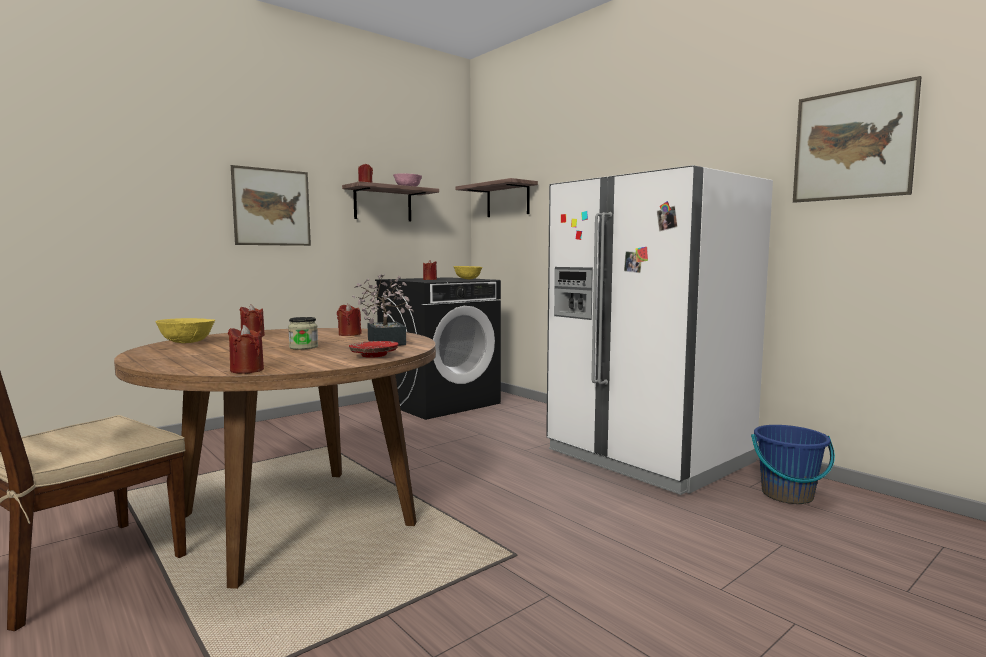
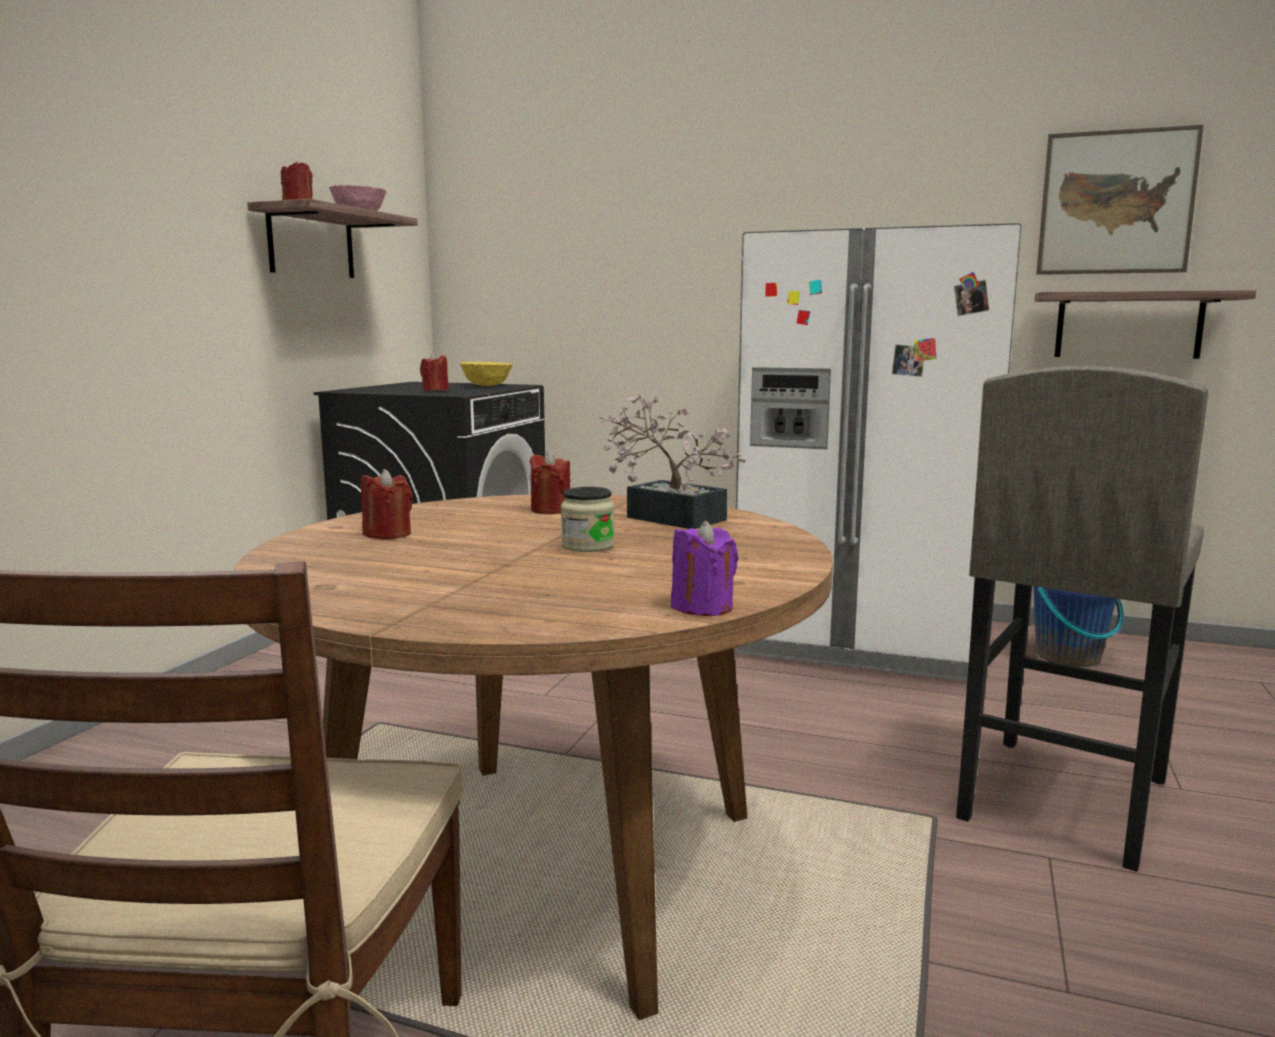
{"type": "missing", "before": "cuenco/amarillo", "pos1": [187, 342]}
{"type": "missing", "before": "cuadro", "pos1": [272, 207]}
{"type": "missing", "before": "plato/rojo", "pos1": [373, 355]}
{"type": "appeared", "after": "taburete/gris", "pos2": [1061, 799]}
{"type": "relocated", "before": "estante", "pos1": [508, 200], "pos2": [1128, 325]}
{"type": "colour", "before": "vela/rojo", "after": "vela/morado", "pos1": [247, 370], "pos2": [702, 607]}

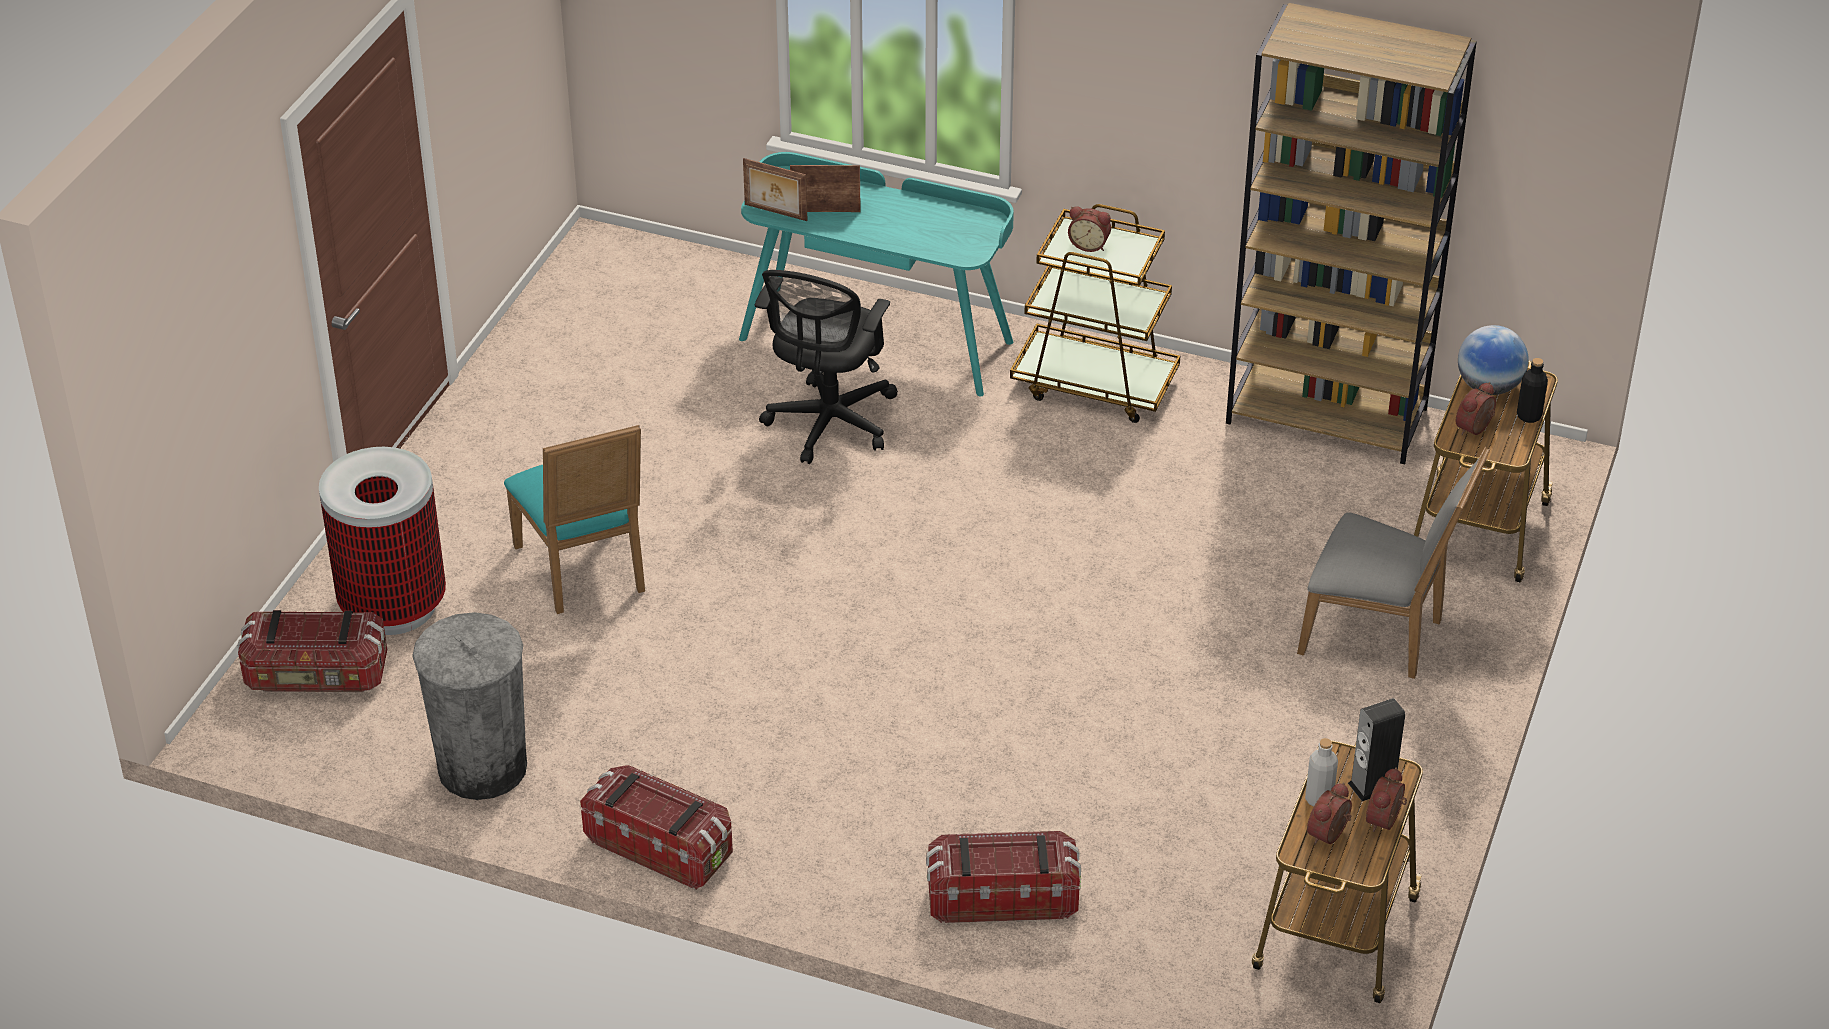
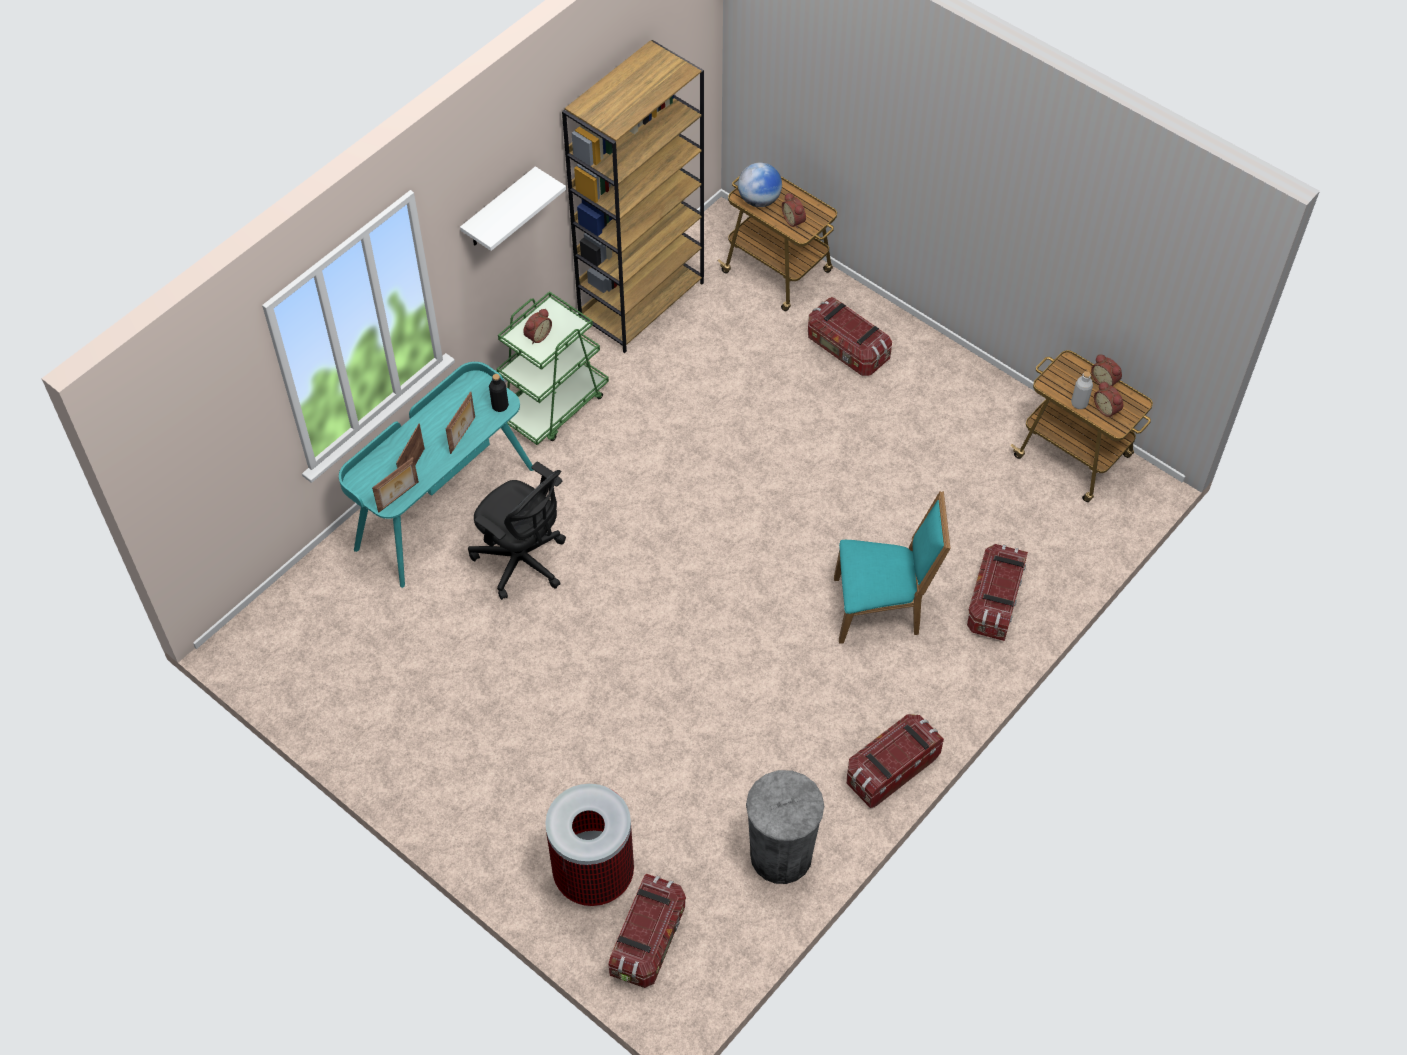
{"type": "missing", "before": "altavoz", "pos1": [1372, 786]}
{"type": "appeared", "after": "portarretratos", "pos2": [463, 435]}
{"type": "appeared", "after": "estante/blanco", "pos2": [499, 209]}
{"type": "relocated", "before": "silla/turquesa", "pos1": [586, 572], "pos2": [882, 608]}
{"type": "relocated", "before": "botella/negro", "pos1": [1529, 416], "pos2": [500, 406]}
{"type": "exchanged", "before": "silla/gris", "after": "caja de almacenaje", "pos1": [1379, 635], "pos2": [847, 350]}
{"type": "colour", "before": "carrito/marrón", "after": "carrito/verde", "pos1": [1095, 385], "pos2": [553, 405]}

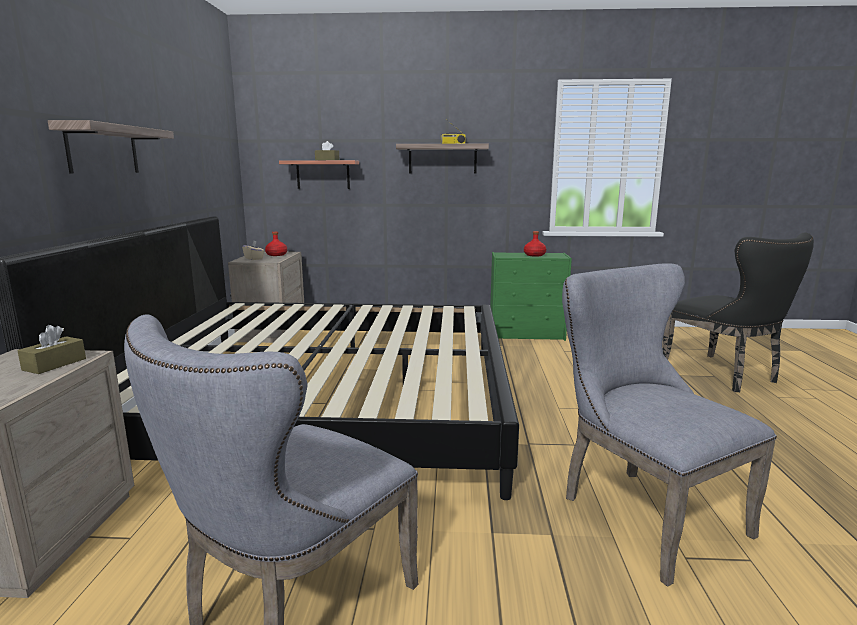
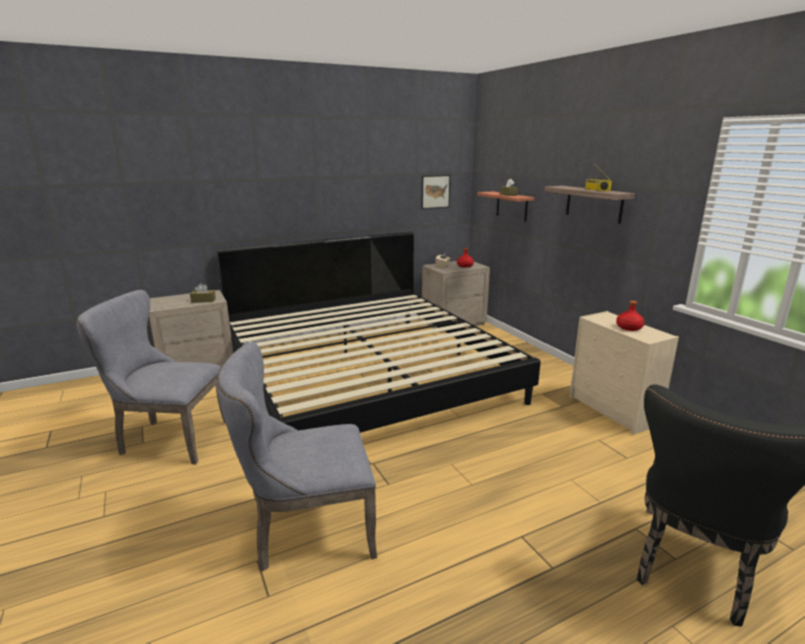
{"type": "missing", "before": "estante", "pos1": [103, 150]}
{"type": "appeared", "after": "cuadro", "pos2": [435, 191]}
{"type": "colour", "before": "cómoda/verde", "after": "cómoda/beis", "pos1": [527, 335], "pos2": [614, 411]}
{"type": "spun", "before": "silla/gris", "pos1": [641, 512], "pos2": [306, 532], "turn": -135}

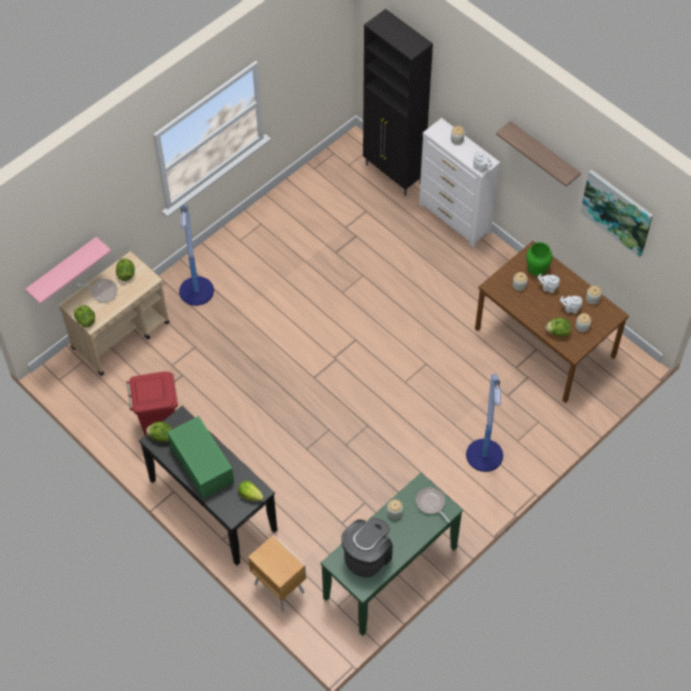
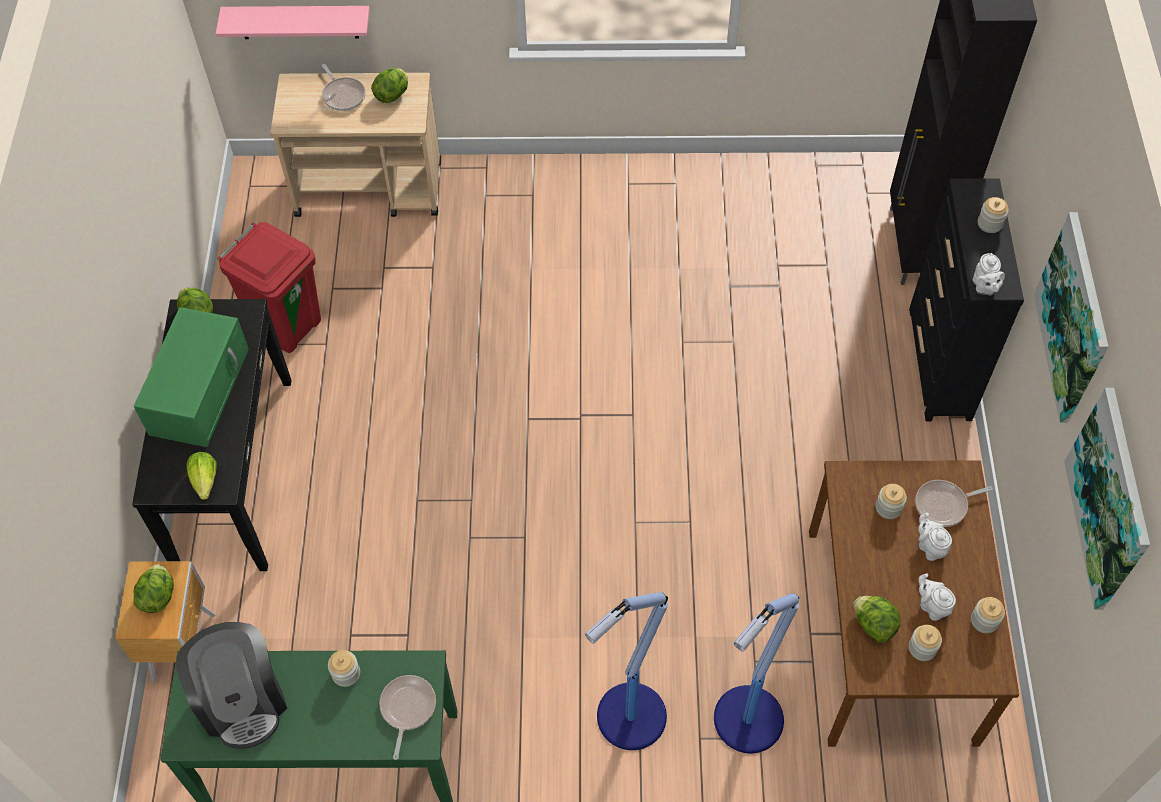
{"type": "relocated", "before": "lechuga", "pos1": [85, 320], "pos2": [158, 596]}
{"type": "relocated", "before": "lámpara de pie", "pos1": [196, 292], "pos2": [746, 722]}
{"type": "exchanged", "before": "estante", "after": "cuadro", "pos1": [544, 154], "pos2": [1073, 318]}
{"type": "exchanged", "before": "florero/verde", "after": "sartén", "pos1": [537, 268], "pos2": [944, 505]}
{"type": "colour", "before": "cómoda/blanco", "after": "cómoda/negro", "pos1": [455, 219], "pos2": [939, 364]}
{"type": "spun", "before": "cafetera", "pos1": [367, 555], "pos2": [243, 699], "turn": 75}

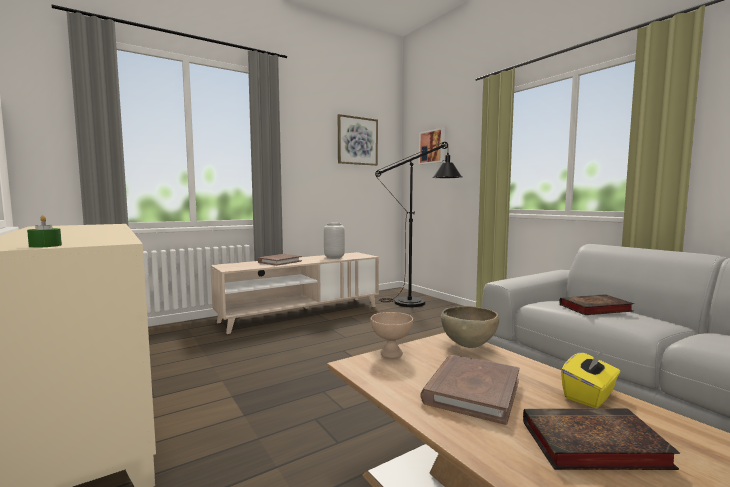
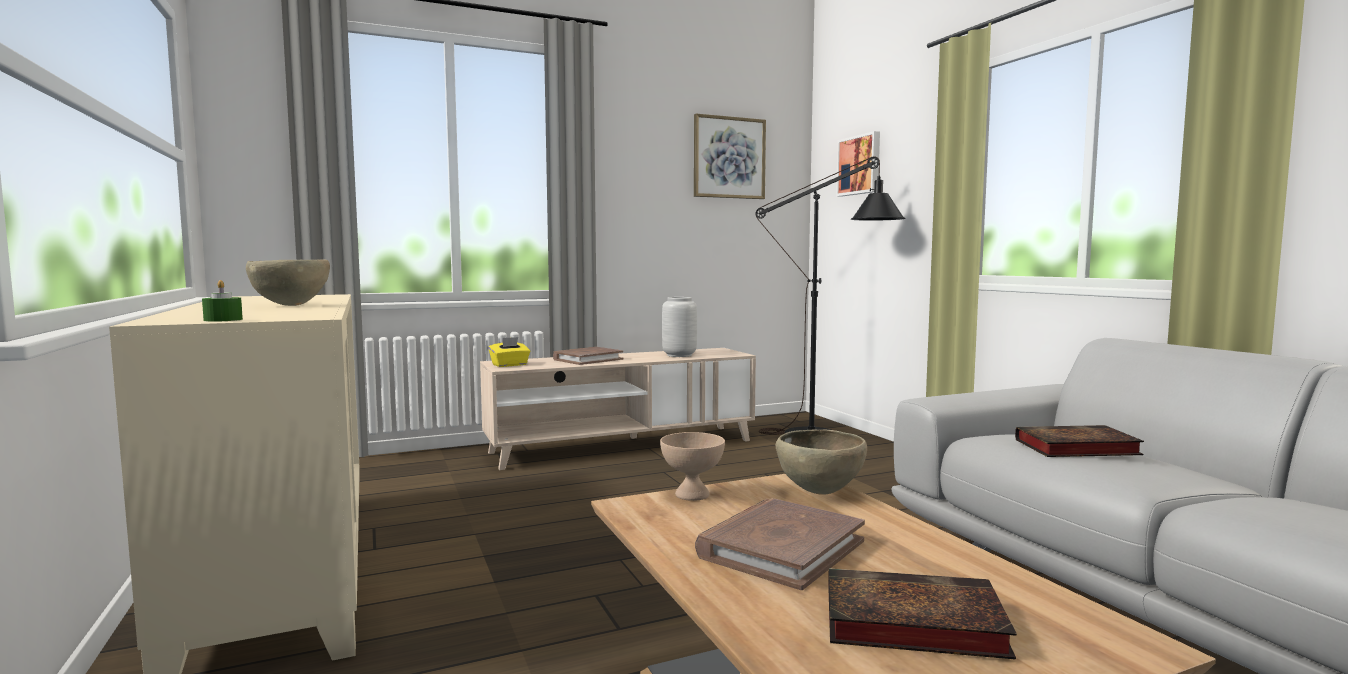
{"type": "appeared", "after": "cuenco/marrón", "pos2": [291, 305]}
{"type": "relocated", "before": "caja de pañuelos/amarillo", "pos1": [589, 396], "pos2": [510, 365]}

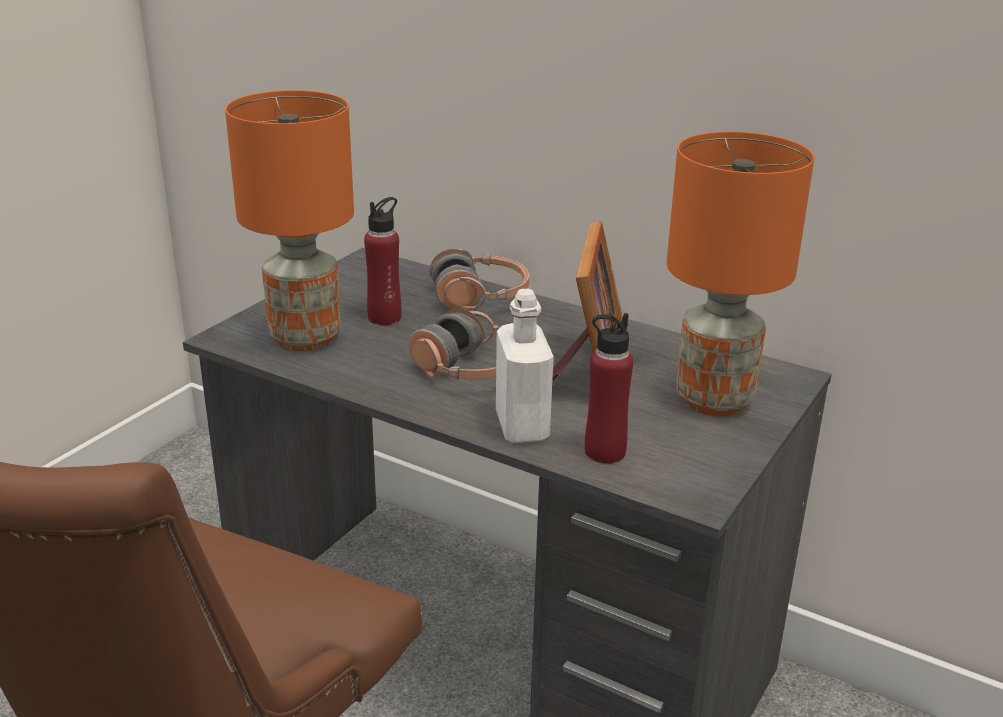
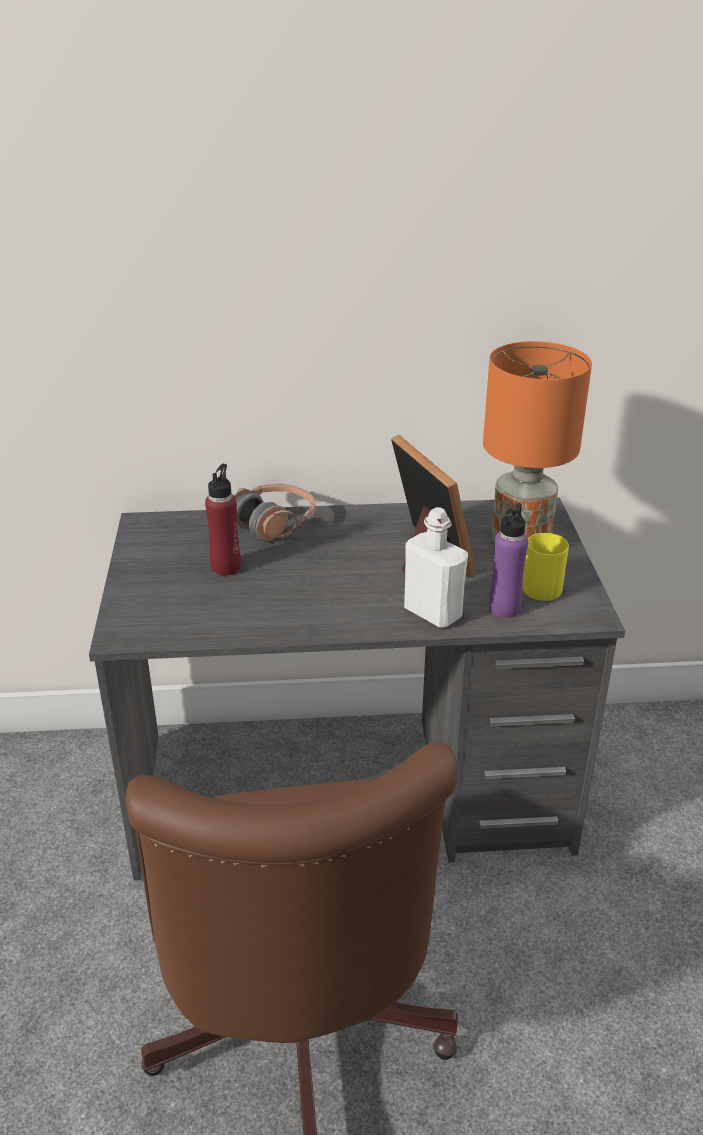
{"type": "missing", "before": "lámpara de mesa/naranja", "pos1": [304, 338]}
{"type": "missing", "before": "auriculares", "pos1": [469, 369]}
{"type": "appeared", "after": "taza grande/amarillo", "pos2": [545, 586]}
{"type": "colour", "before": "botella/rojo", "after": "botella/morado", "pos1": [604, 452], "pos2": [504, 608]}

